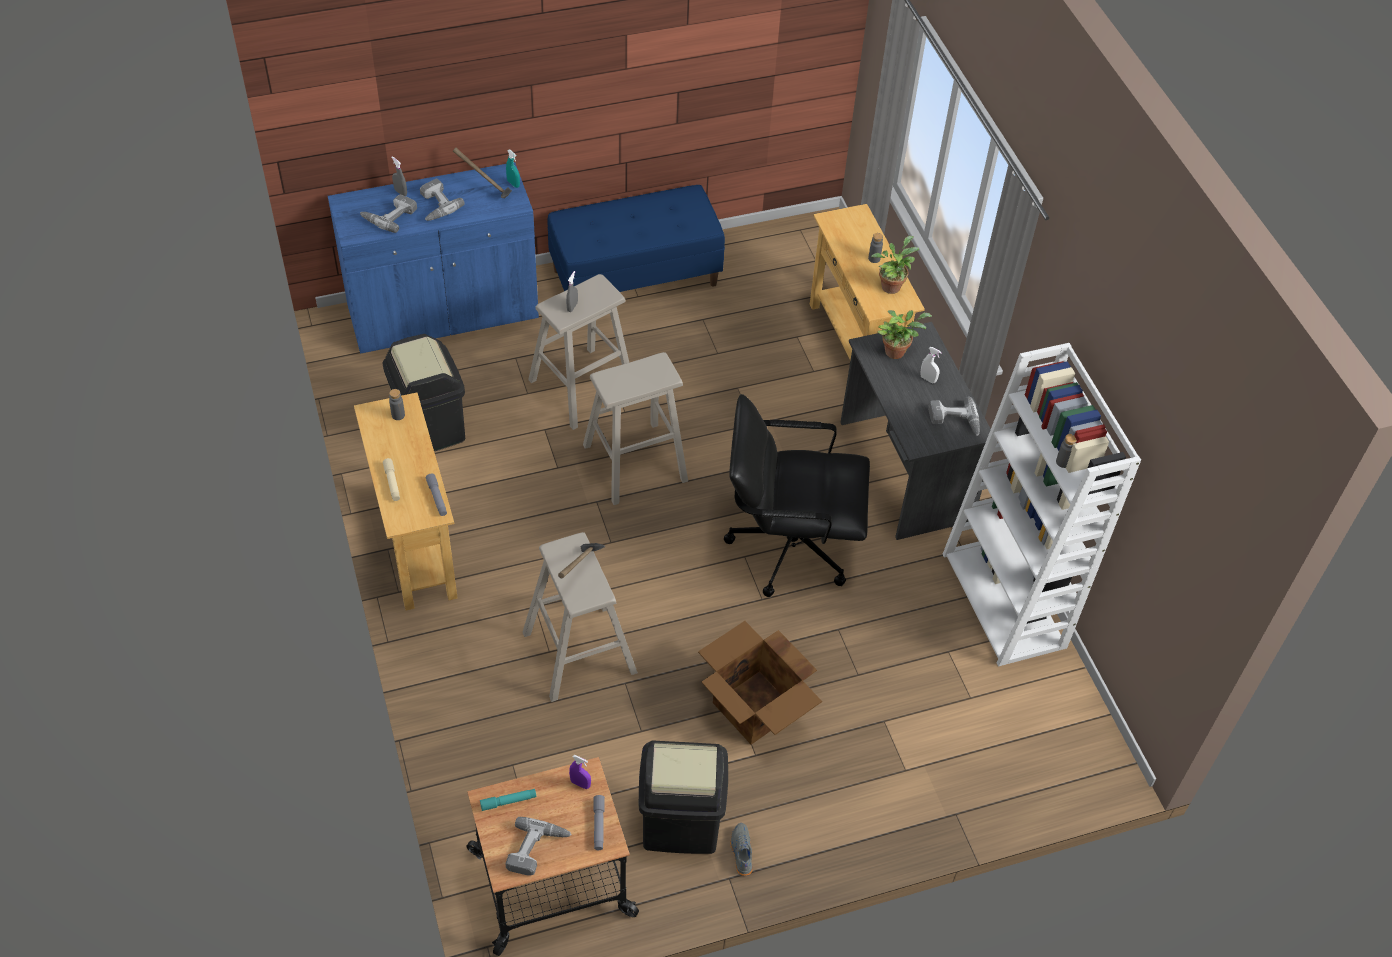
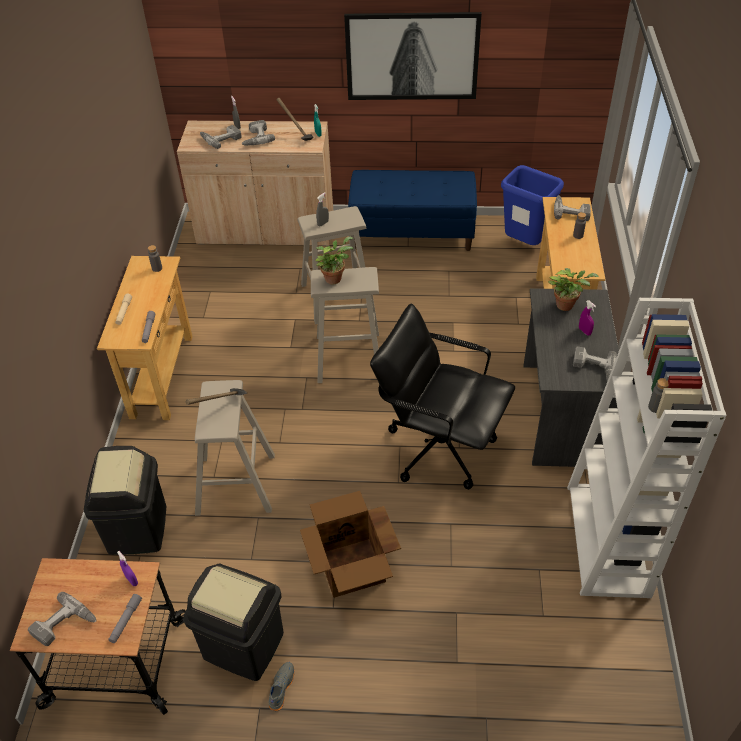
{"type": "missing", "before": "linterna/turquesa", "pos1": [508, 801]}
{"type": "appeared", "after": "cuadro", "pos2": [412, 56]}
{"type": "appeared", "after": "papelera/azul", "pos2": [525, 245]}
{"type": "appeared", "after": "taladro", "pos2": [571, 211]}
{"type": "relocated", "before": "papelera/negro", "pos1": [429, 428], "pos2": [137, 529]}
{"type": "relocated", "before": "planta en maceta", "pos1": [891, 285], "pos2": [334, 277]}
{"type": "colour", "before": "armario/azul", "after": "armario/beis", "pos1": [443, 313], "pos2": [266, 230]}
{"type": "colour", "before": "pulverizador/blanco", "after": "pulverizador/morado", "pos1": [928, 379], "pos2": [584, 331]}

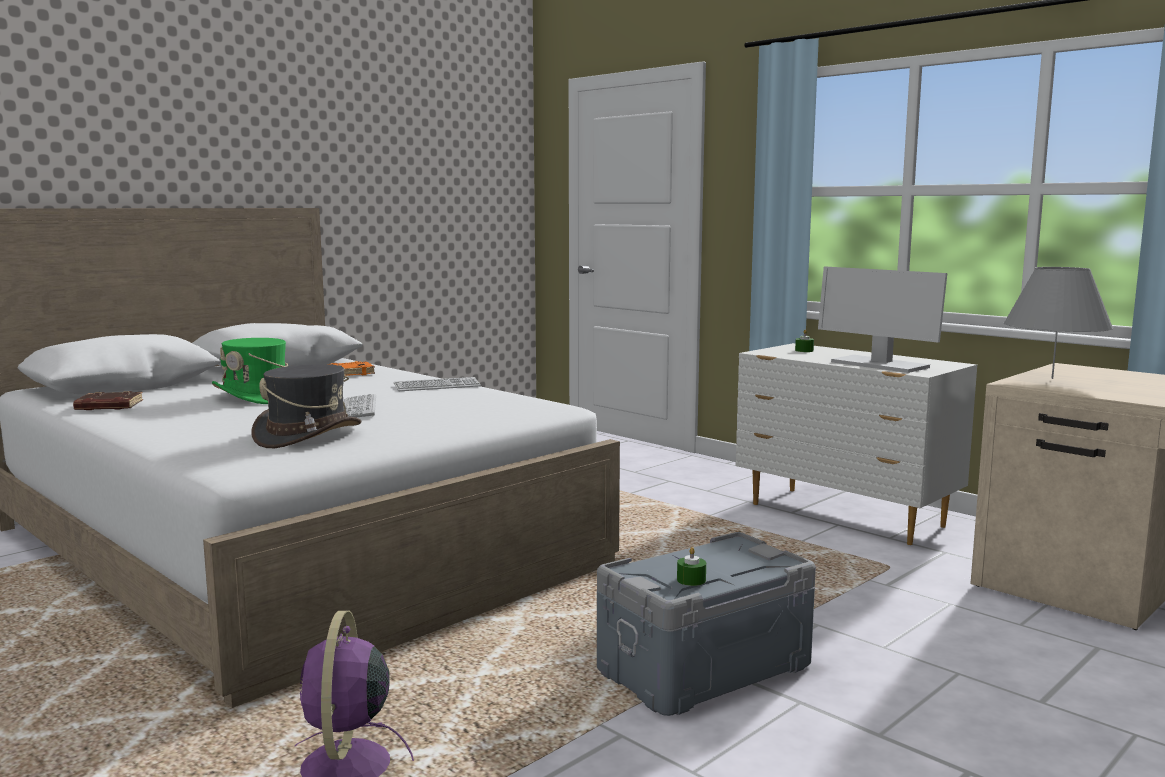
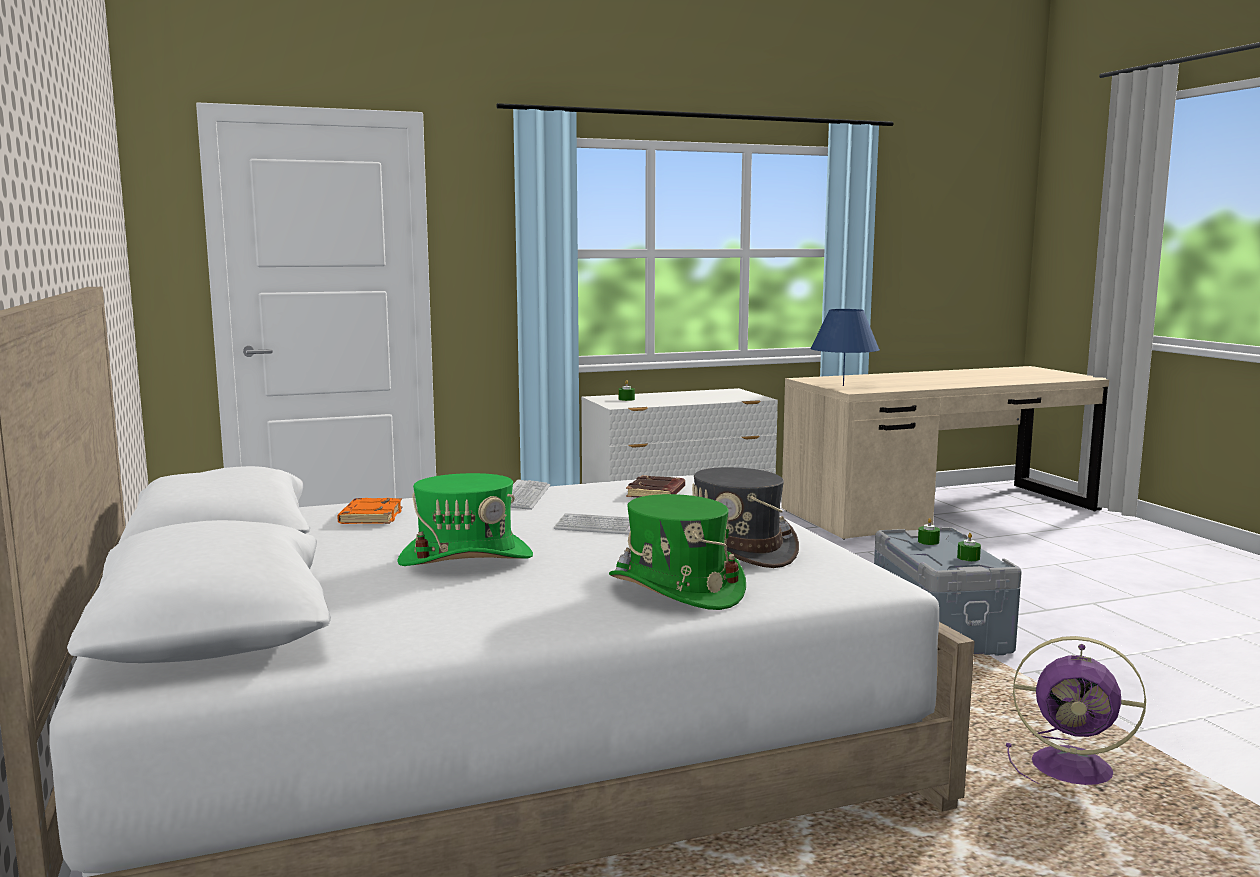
{"type": "missing", "before": "monitor", "pos1": [878, 365]}
{"type": "appeared", "after": "sombrero/verde", "pos2": [676, 589]}
{"type": "appeared", "after": "vela/verde", "pos2": [928, 542]}
{"type": "relocated", "before": "libro/marrón", "pos1": [108, 406], "pos2": [656, 493]}
{"type": "colour", "before": "lámpara de mesa/gris", "after": "lámpara de mesa/azul", "pos1": [1052, 378], "pos2": [843, 386]}

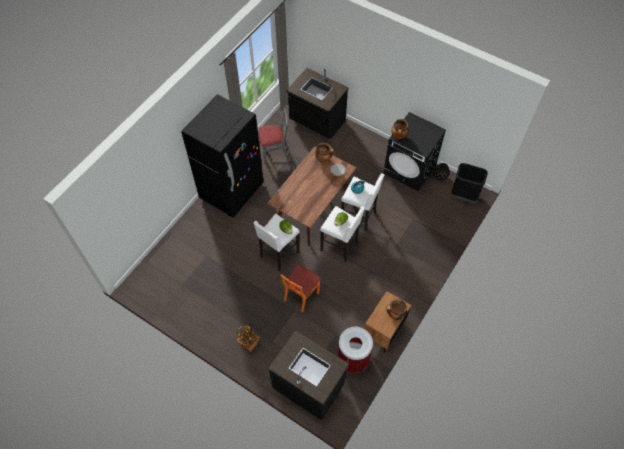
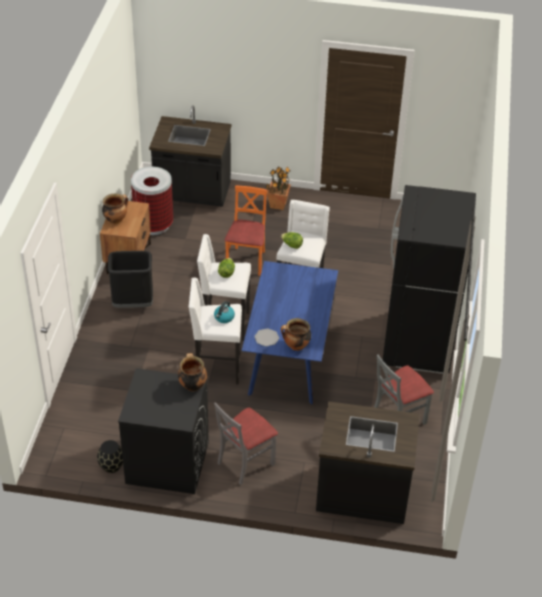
{"type": "appeared", "after": "silla/gris", "pos2": [245, 462]}
{"type": "relocated", "before": "papelera/negro", "pos1": [464, 195], "pos2": [133, 304]}
{"type": "colour", "before": "mesa de comedor/marrón", "after": "mesa de comedor/azul", "pos1": [312, 209], "pos2": [290, 357]}

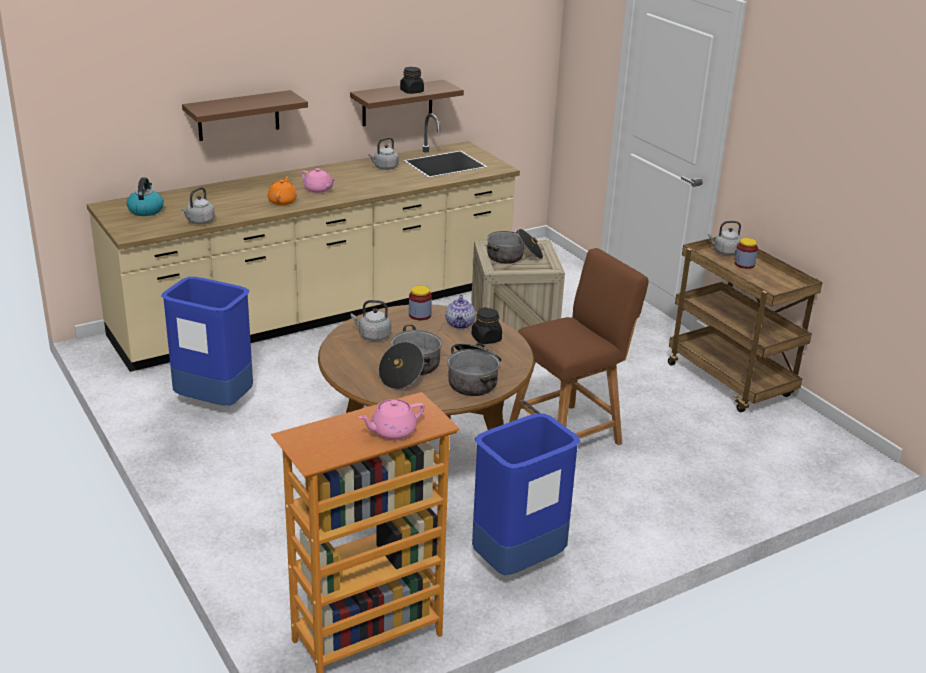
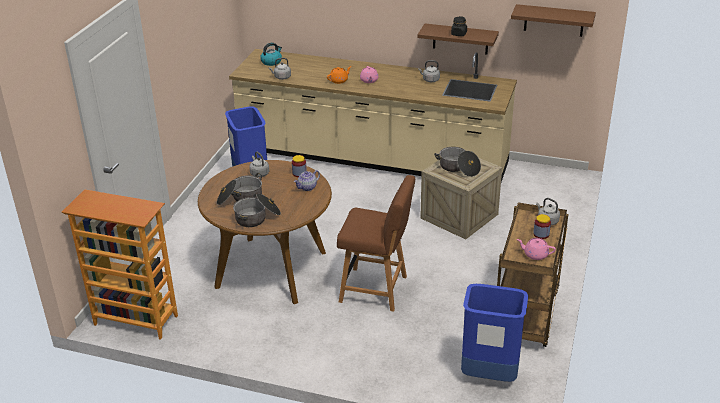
{"type": "missing", "before": "tarro/negro", "pos1": [486, 339]}
{"type": "relocated", "before": "estante/marrón", "pos1": [238, 115], "pos2": [554, 20]}
{"type": "relocated", "before": "tetera/rosa", "pos1": [392, 431], "pos2": [535, 254]}
{"type": "relocated", "before": "papelera/azul", "pos1": [518, 563], "pos2": [489, 375]}

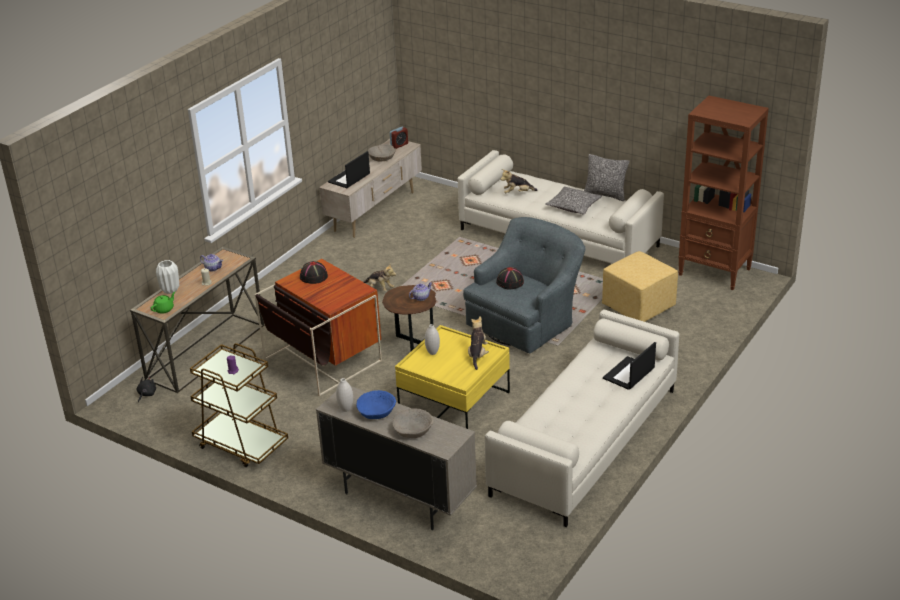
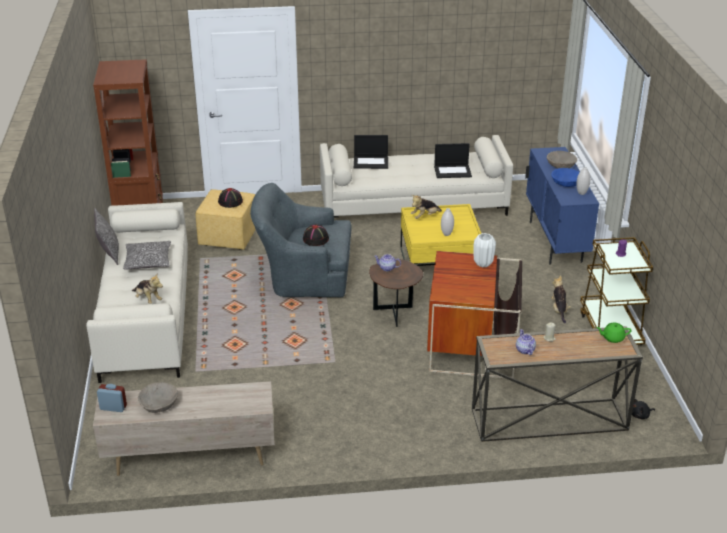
{"type": "relocated", "before": "florero/blanco", "pos1": [170, 290], "pos2": [483, 263]}
{"type": "relocated", "before": "sombrero/negro", "pos1": [313, 276], "pos2": [230, 202]}
{"type": "relocated", "before": "portátil", "pos1": [349, 178], "pos2": [453, 171]}
{"type": "relocated", "before": "peluche", "pos1": [380, 288], "pos2": [559, 310]}
{"type": "colour", "before": "armario/beis", "after": "armario/azul", "pos1": [399, 499], "pos2": [555, 242]}

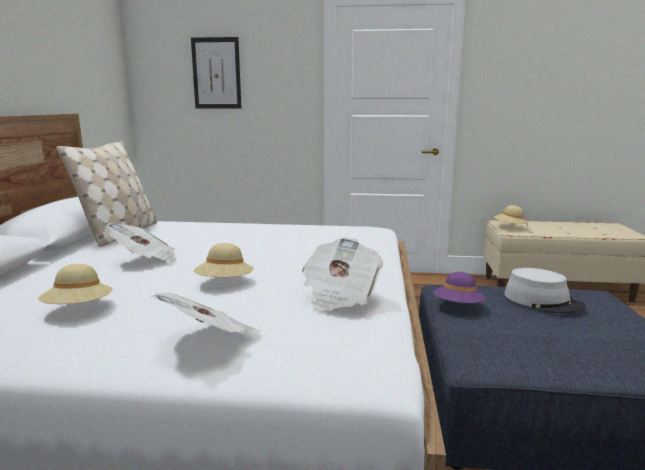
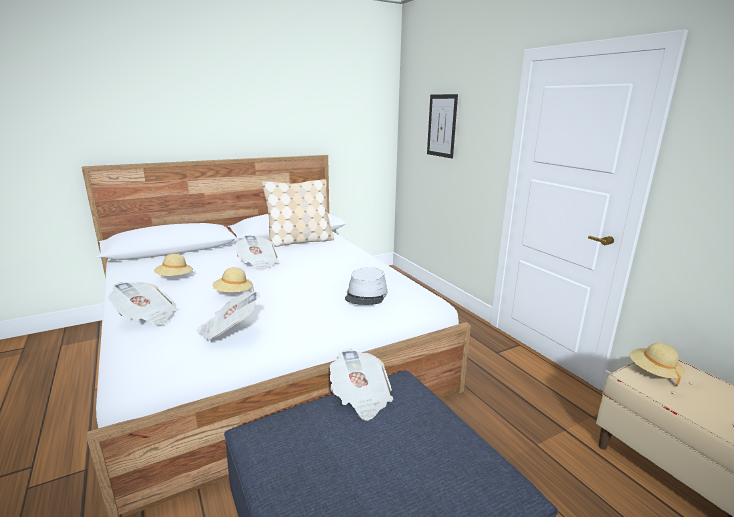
{"type": "relocated", "before": "sombrero/gris", "pos1": [543, 301], "pos2": [366, 294]}
{"type": "exchanged", "before": "sombrero/morado", "after": "periódico", "pos1": [458, 306], "pos2": [361, 398]}

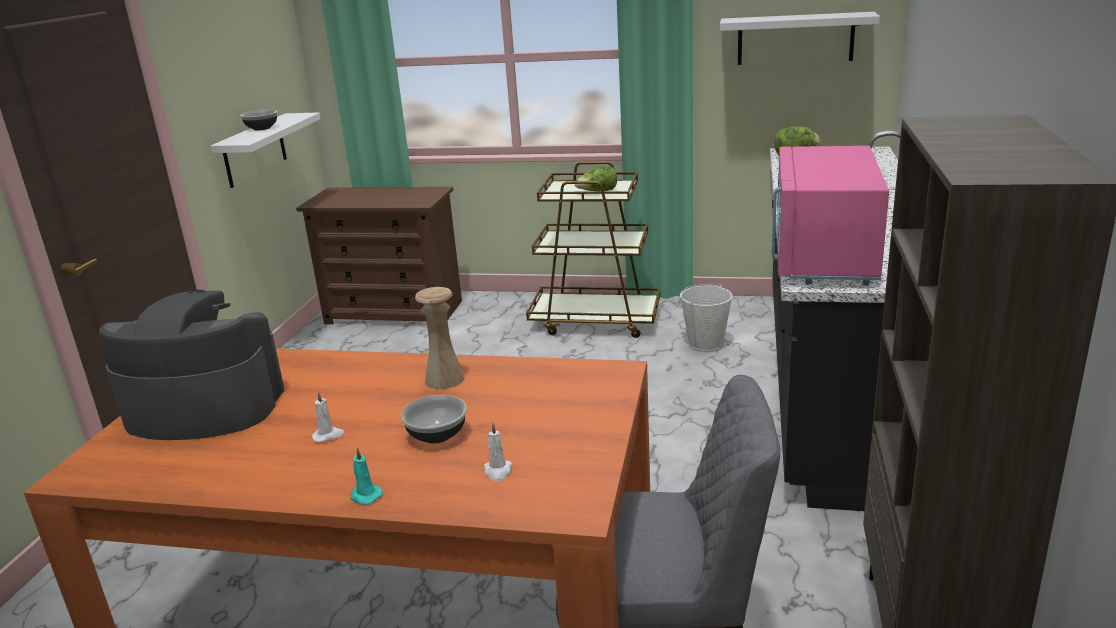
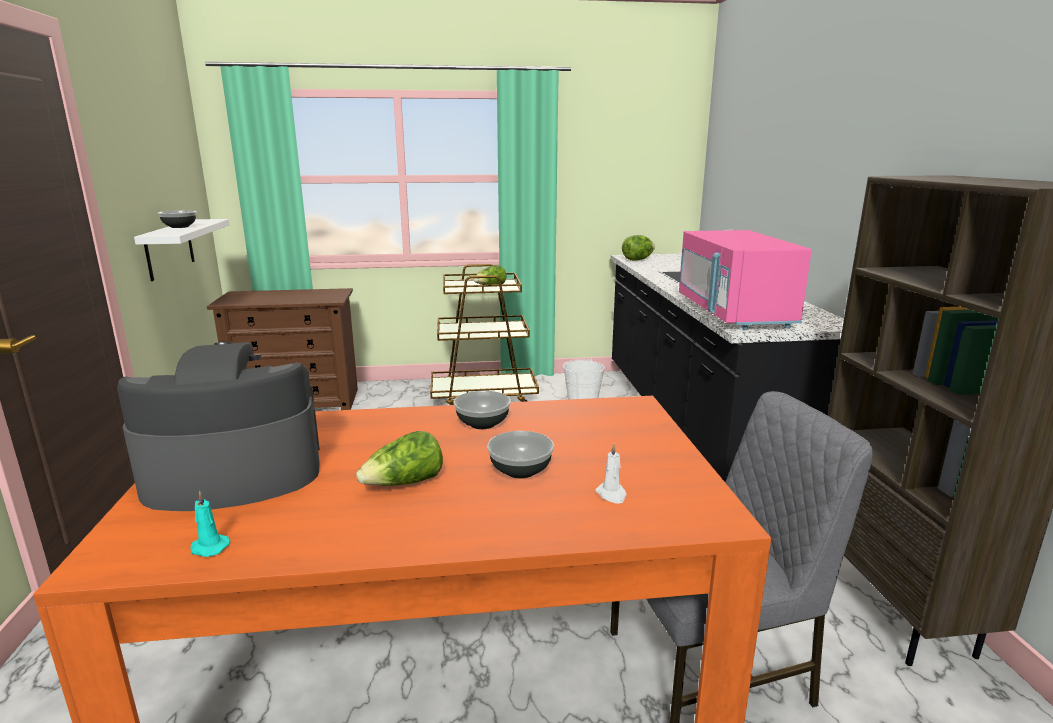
{"type": "missing", "before": "estante/blanco", "pos1": [795, 39]}
{"type": "relocated", "before": "vela/turquesa", "pos1": [365, 496], "pos2": [208, 547]}
{"type": "exchanged", "before": "vela/blanco", "after": "lechuga", "pos1": [328, 436], "pos2": [404, 484]}
{"type": "exchanged", "before": "florero/beis", "after": "cuenco", "pos1": [444, 379], "pos2": [483, 424]}

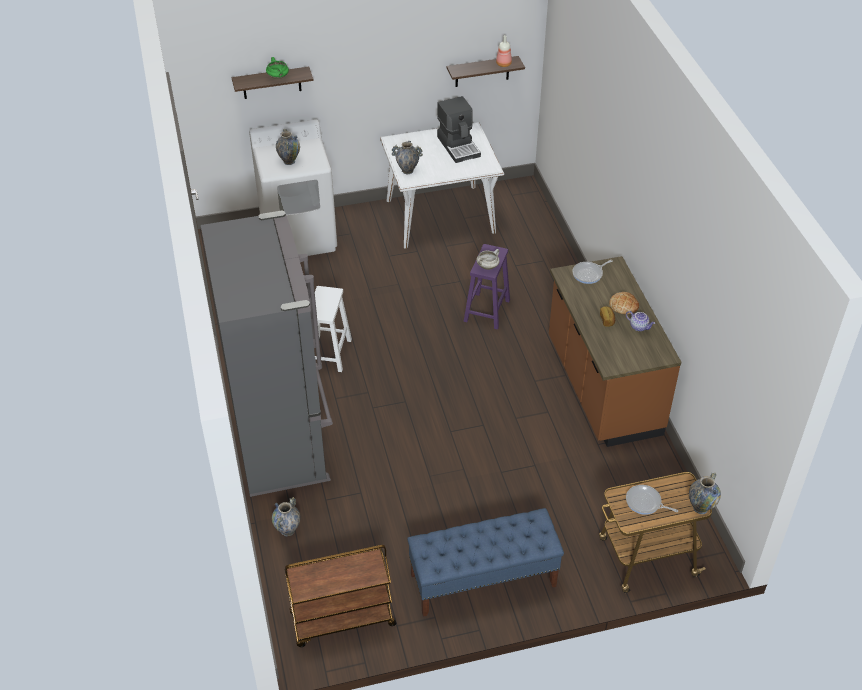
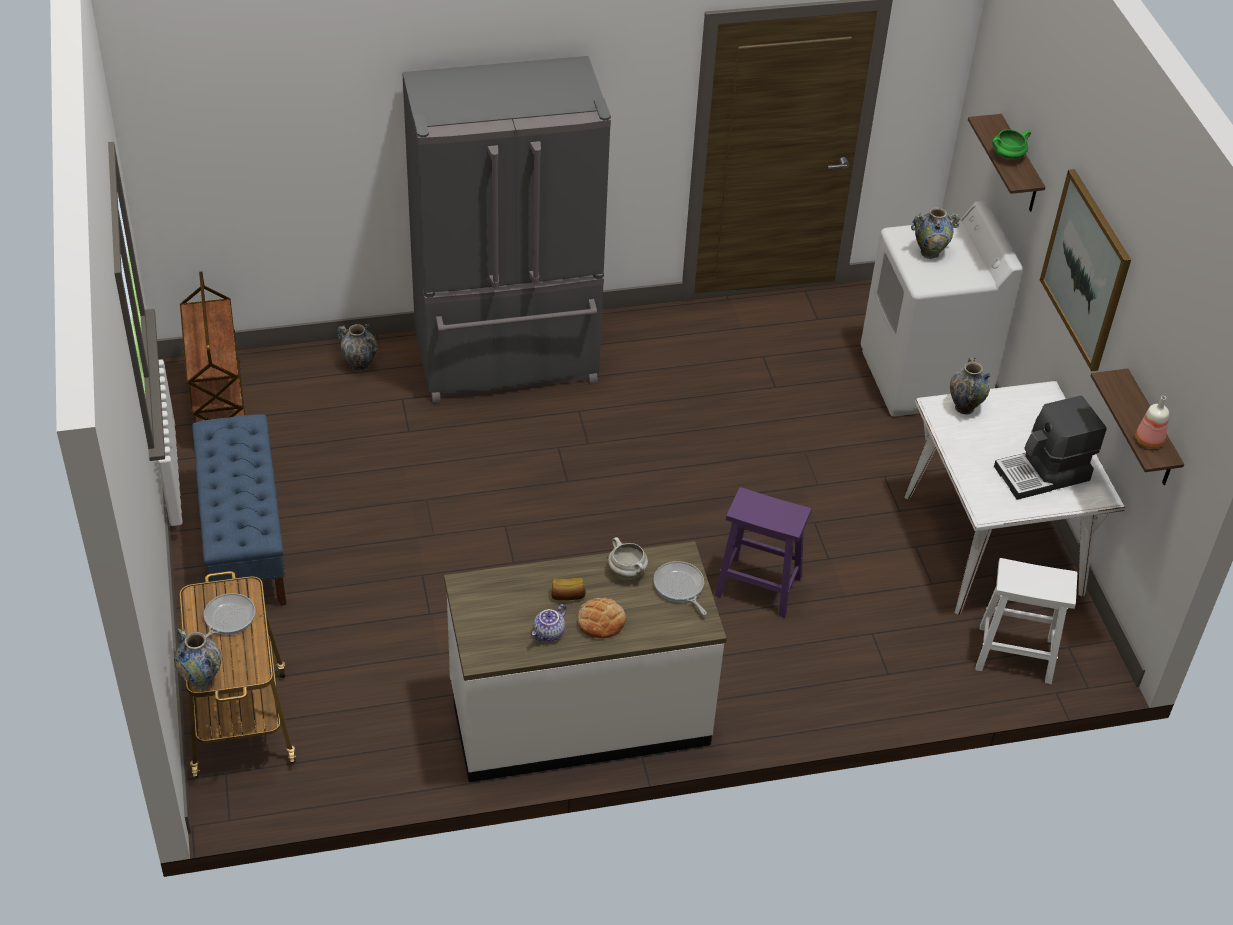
{"type": "appeared", "after": "cuadro", "pos2": [1086, 270]}
{"type": "relocated", "before": "taburete/blanco", "pos1": [329, 352], "pos2": [1016, 654]}
{"type": "relocated", "before": "olla/blanco", "pos1": [487, 266], "pos2": [628, 571]}
{"type": "colour", "before": "mueble bajo de cocina/marrón", "after": "mueble bajo de cocina/blanco", "pos1": [602, 387], "pos2": [579, 715]}

